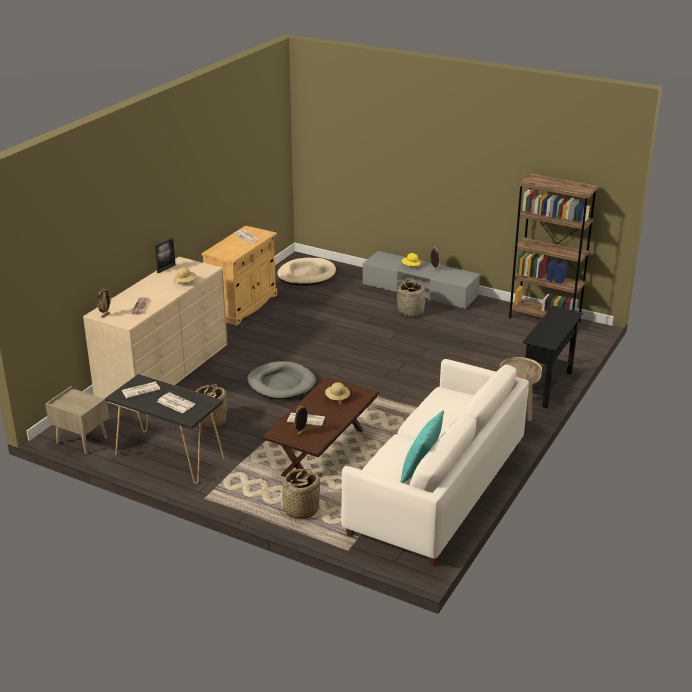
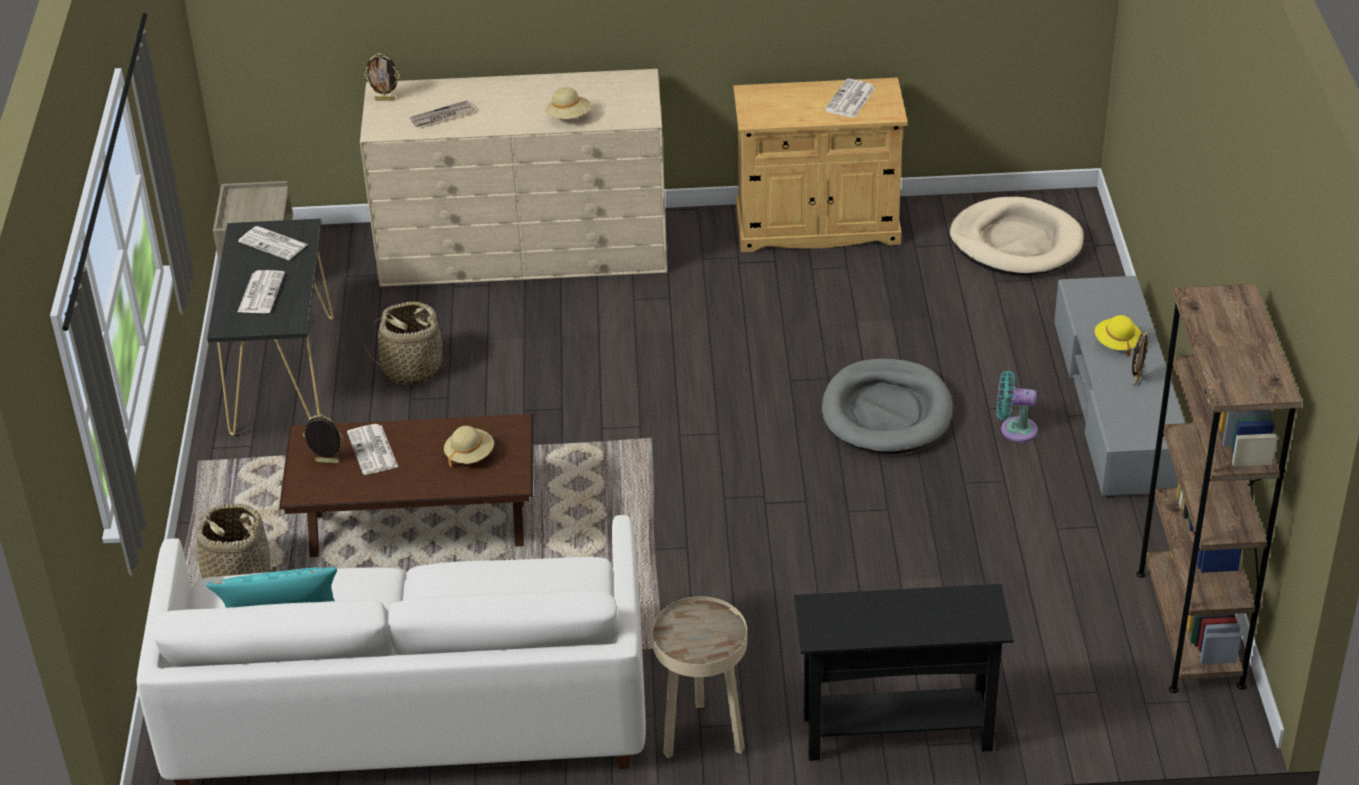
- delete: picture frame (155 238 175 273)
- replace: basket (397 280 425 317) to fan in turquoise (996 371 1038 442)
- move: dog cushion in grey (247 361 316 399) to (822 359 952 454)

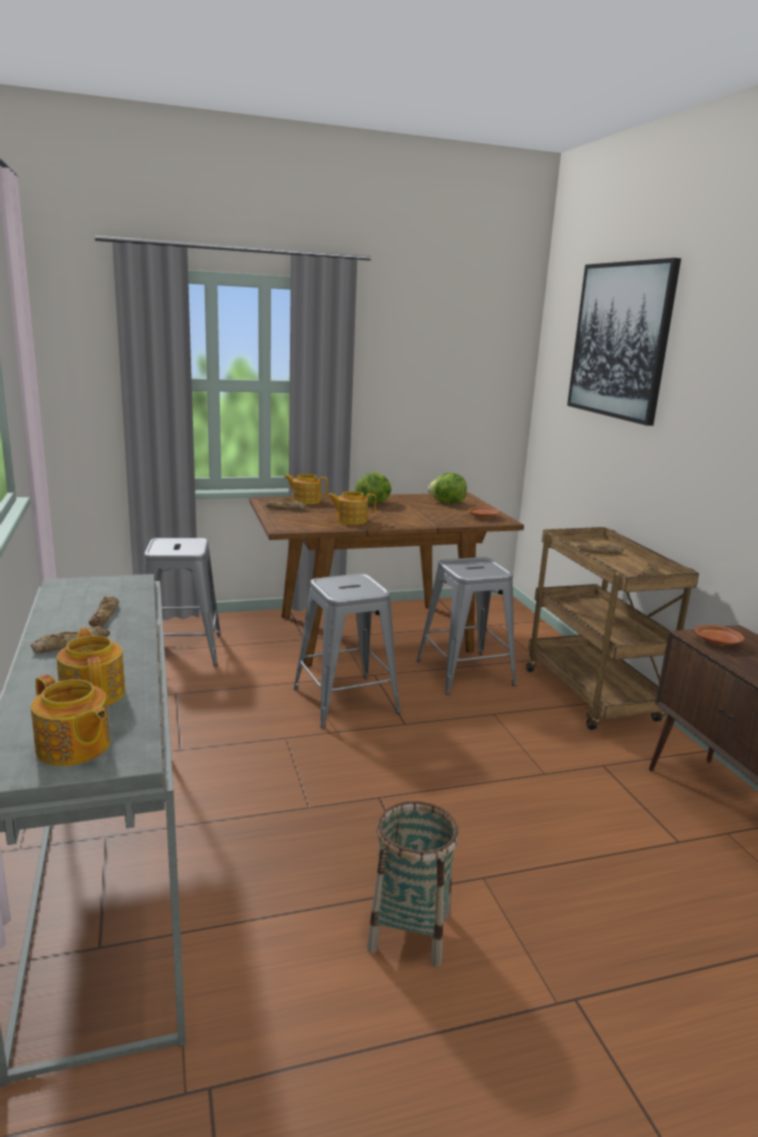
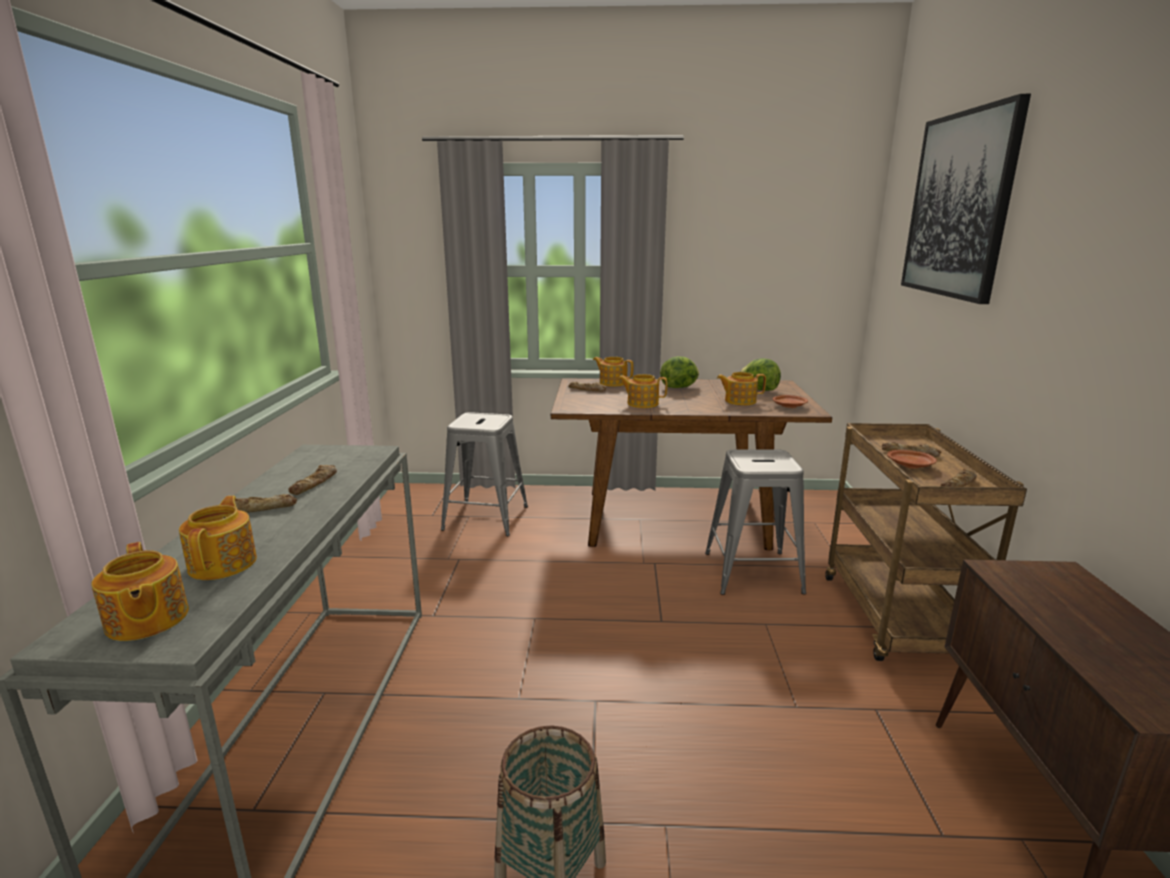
- delete: stool seat in grey (293 574 400 728)
- move: flat dish in brown-coloured (695 625 744 646) to (887 450 937 468)
- insert: pot for tea (717 372 766 405)

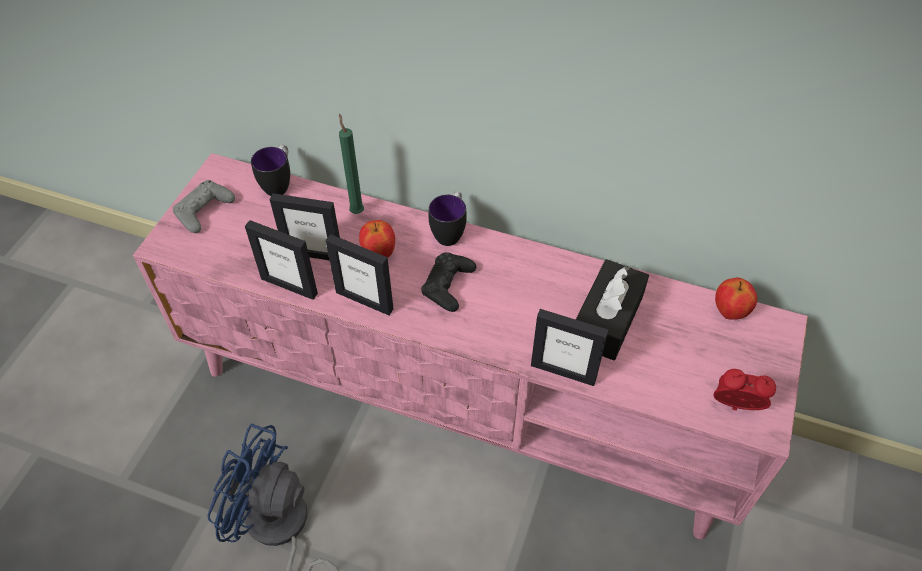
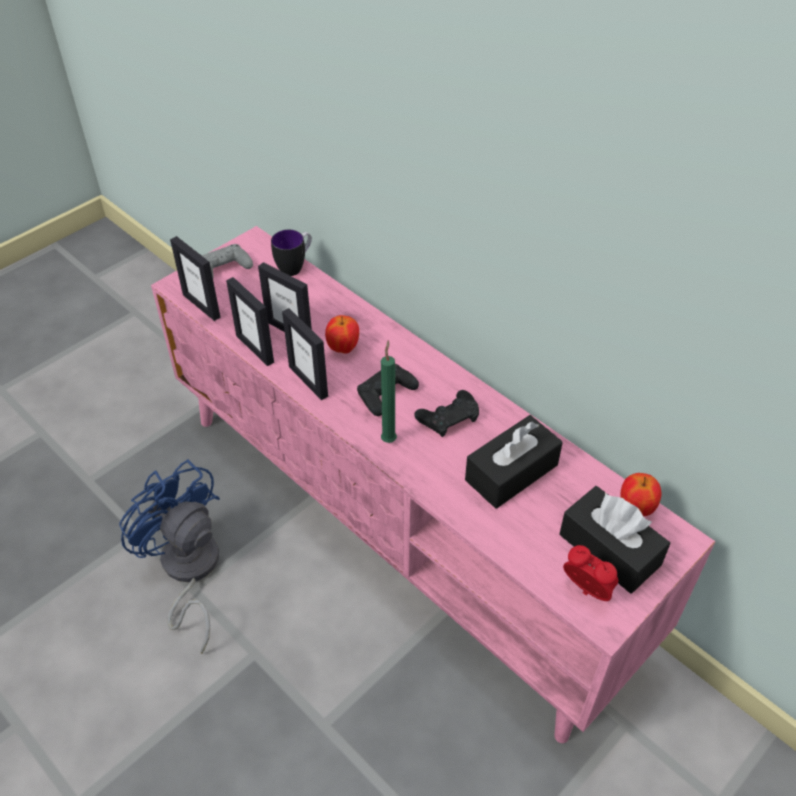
- move: candle in green (339 114 364 214) to (381 340 397 443)
- delete: coffee mug (428 192 467 246)
- move: picture frame (531 309 608 386) to (170 236 220 321)
- insert: gamepad in blackish (414 390 479 437)
- insert: tissue holder in blackish (559 486 670 593)

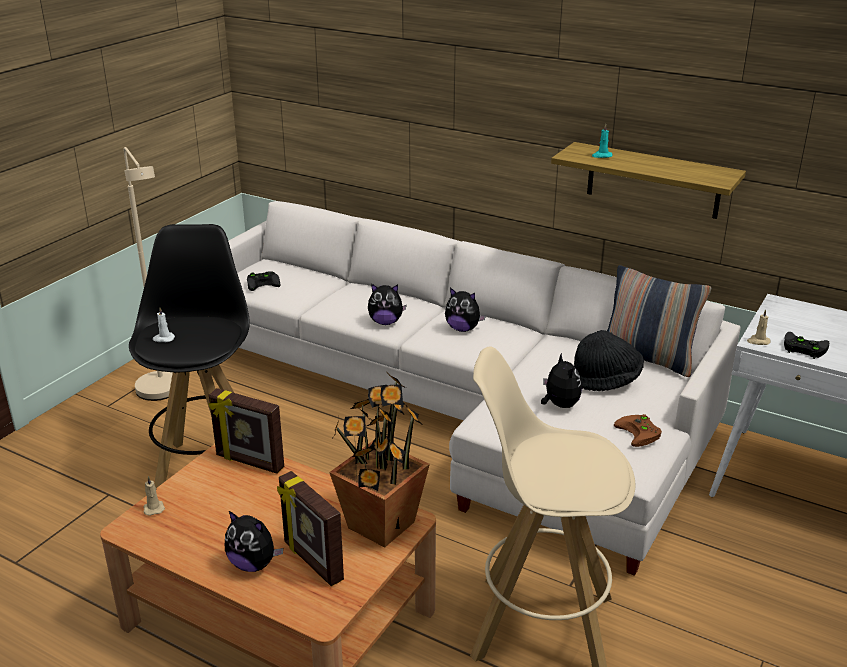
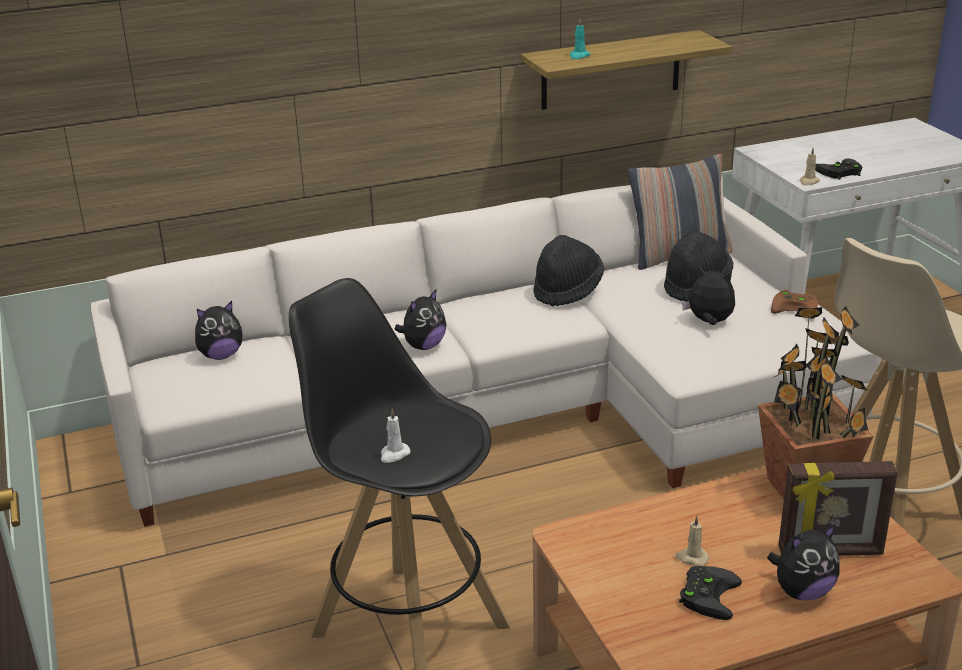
- delete: standing lamp in sand-coloured (124 147 173 401)
- move: gamepad in blackish (247 271 281 291) to (679 566 742 620)
- move: cuddly toy (445 288 486 332) to (195 301 242 360)
- delete: picture frame (208 388 284 474)
- move: candle in sand-coloured (143 476 165 516) to (676 515 709 566)
- insert: clothing hat in blackish (533 235 604 307)

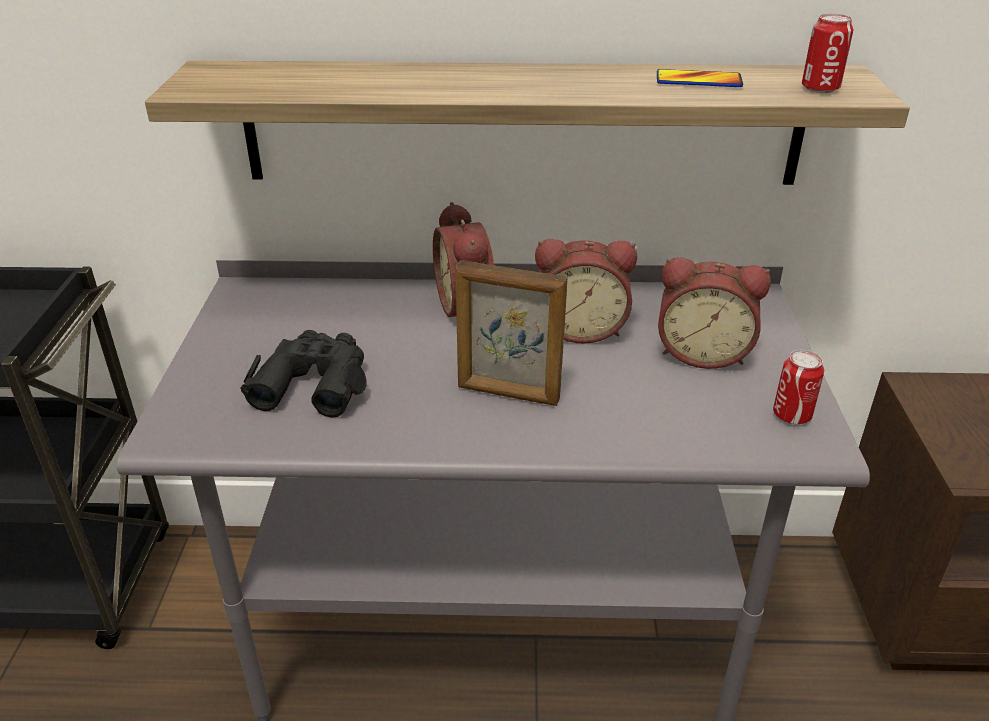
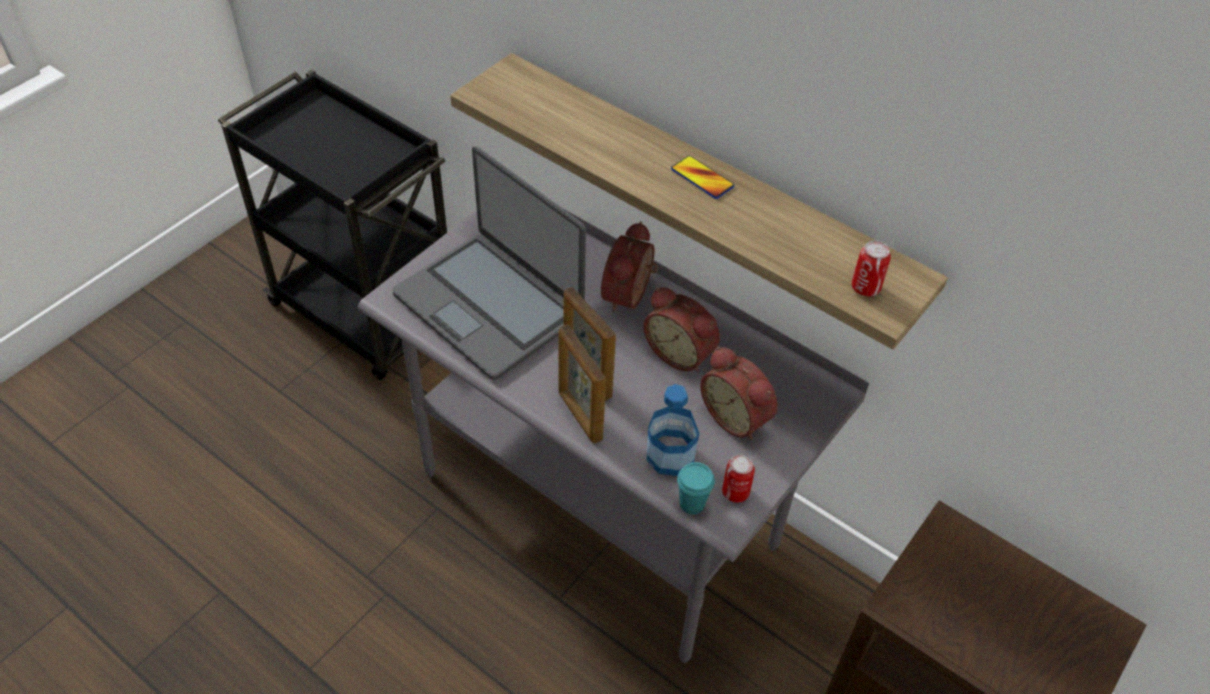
- move: phone (657 69 743 87) to (671 156 734 199)
- replace: binoculars in blackish (240 330 367 418) to portable computer (392 146 586 380)
- insert: picture frame (558 324 606 444)
- insert: beverage bottle (646 384 699 476)
- insert: cup in turquoise (677 462 715 514)

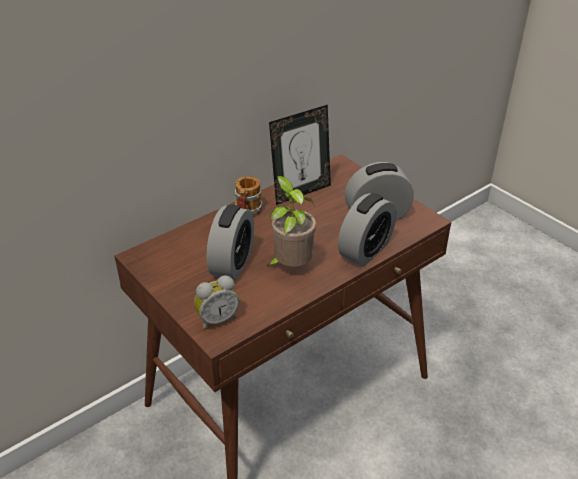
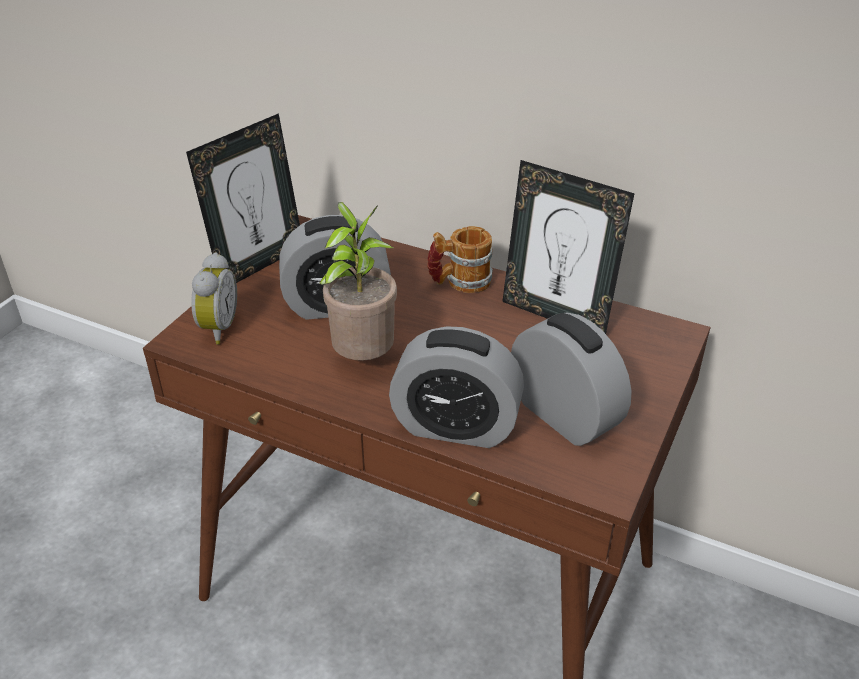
- rotate: table clock (194 276 239 330) = (191 252 237 345) 120 degrees counterclockwise
- insert: picture frame (186 113 300 283)

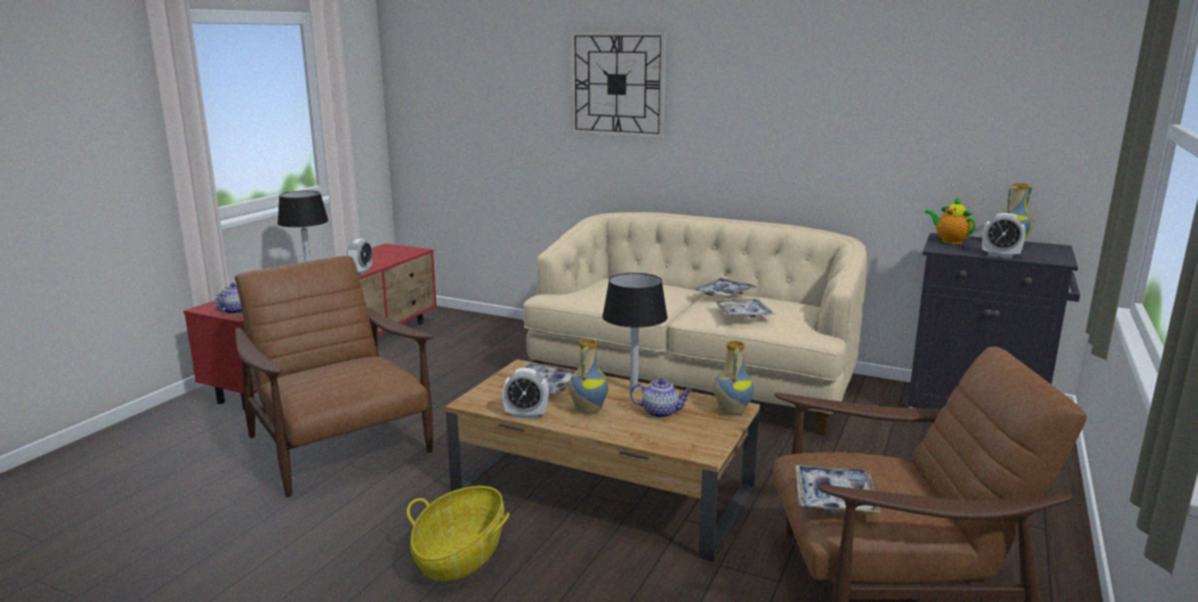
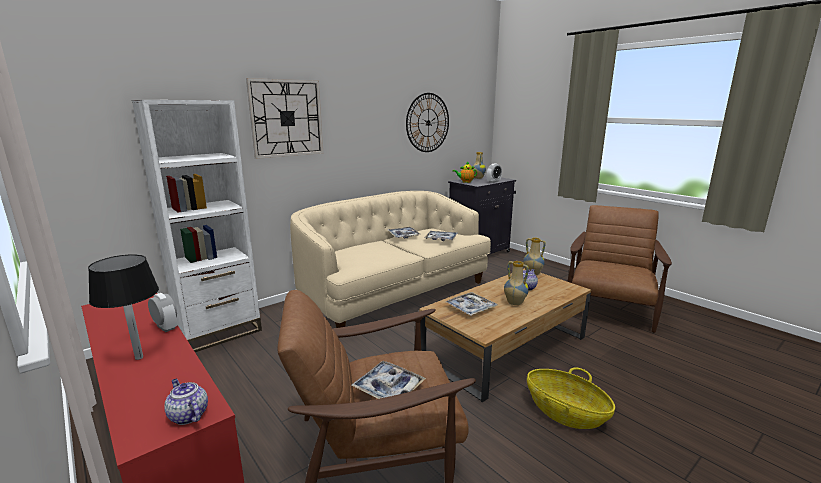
- delete: lamp for a table in blackish (602 273 668 392)
- delete: table clock (502 368 549 419)
- move: carrying tray (795 465 880 513) to (351 361 426 399)
- insert: clock on the wall (406 93 449 152)
- insert: bookshelf in white (132 100 262 352)

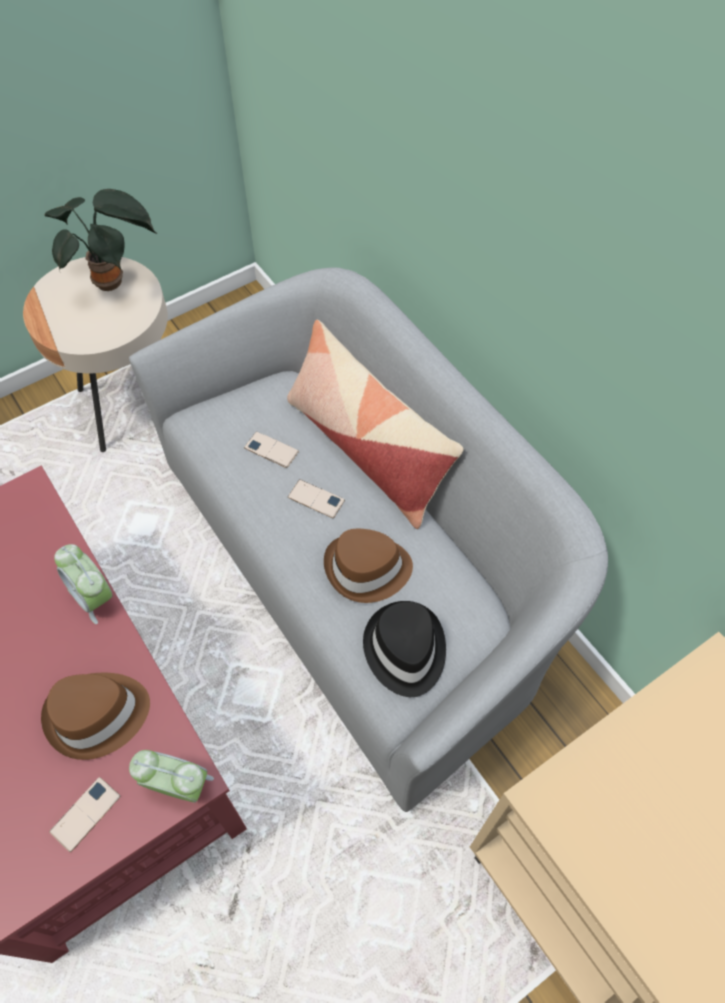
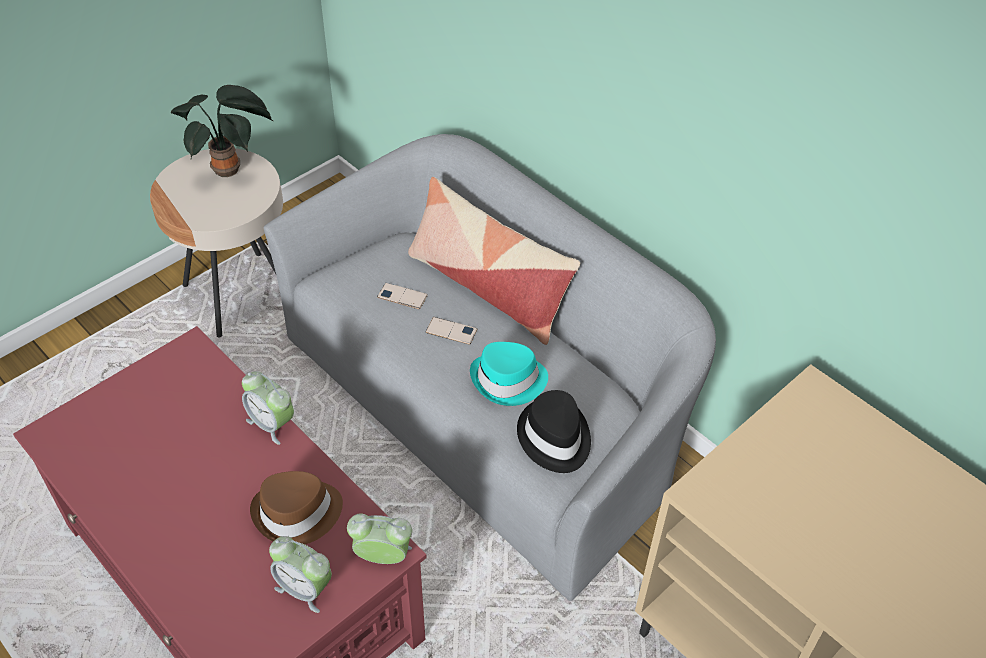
- recolor: clothing hat in brown-coloured (324 529 413 603) to clothing hat in turquoise (470 342 548 406)
- replace: phone (49 777 120 852) to table clock (269 536 332 613)

